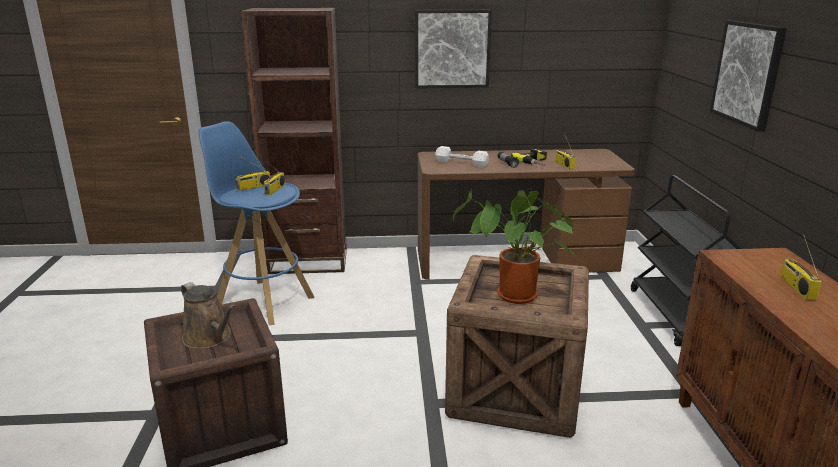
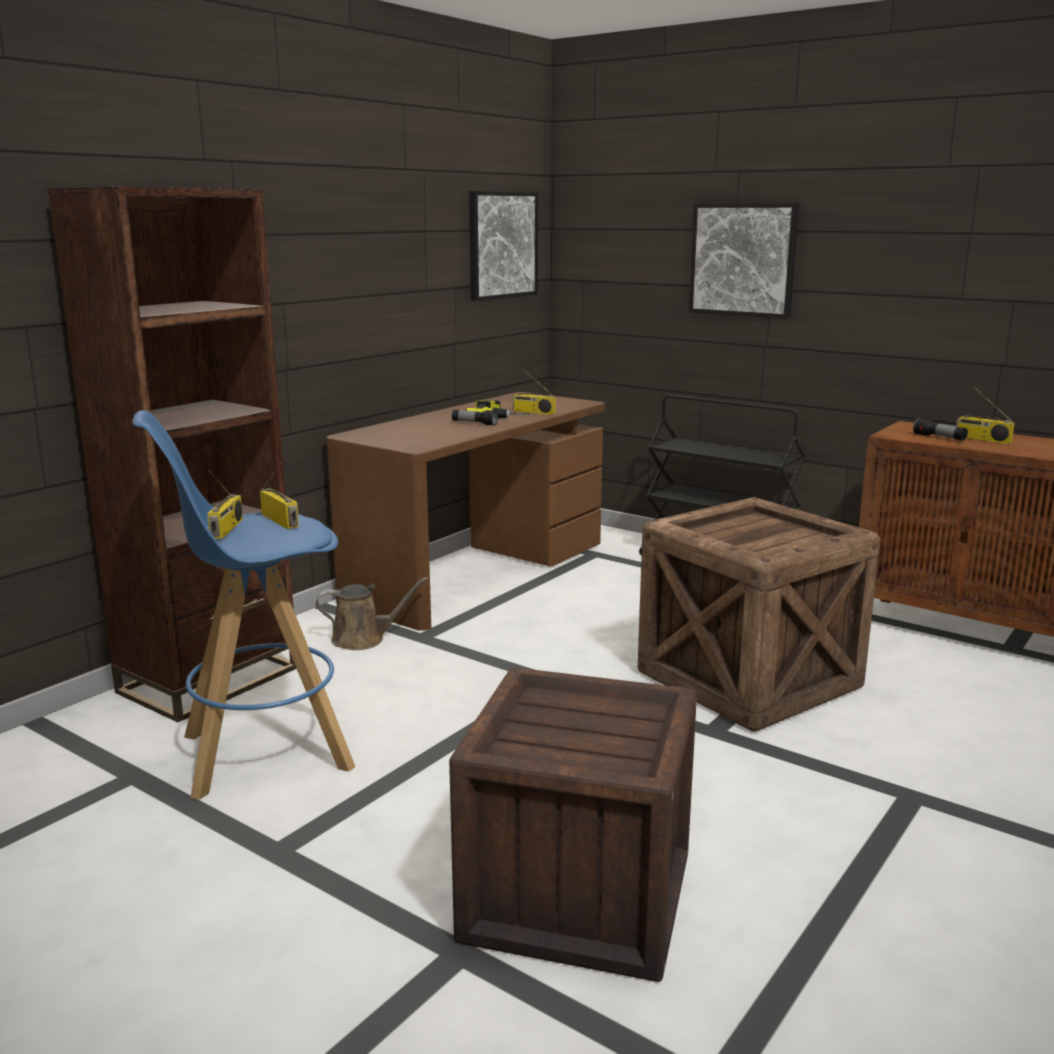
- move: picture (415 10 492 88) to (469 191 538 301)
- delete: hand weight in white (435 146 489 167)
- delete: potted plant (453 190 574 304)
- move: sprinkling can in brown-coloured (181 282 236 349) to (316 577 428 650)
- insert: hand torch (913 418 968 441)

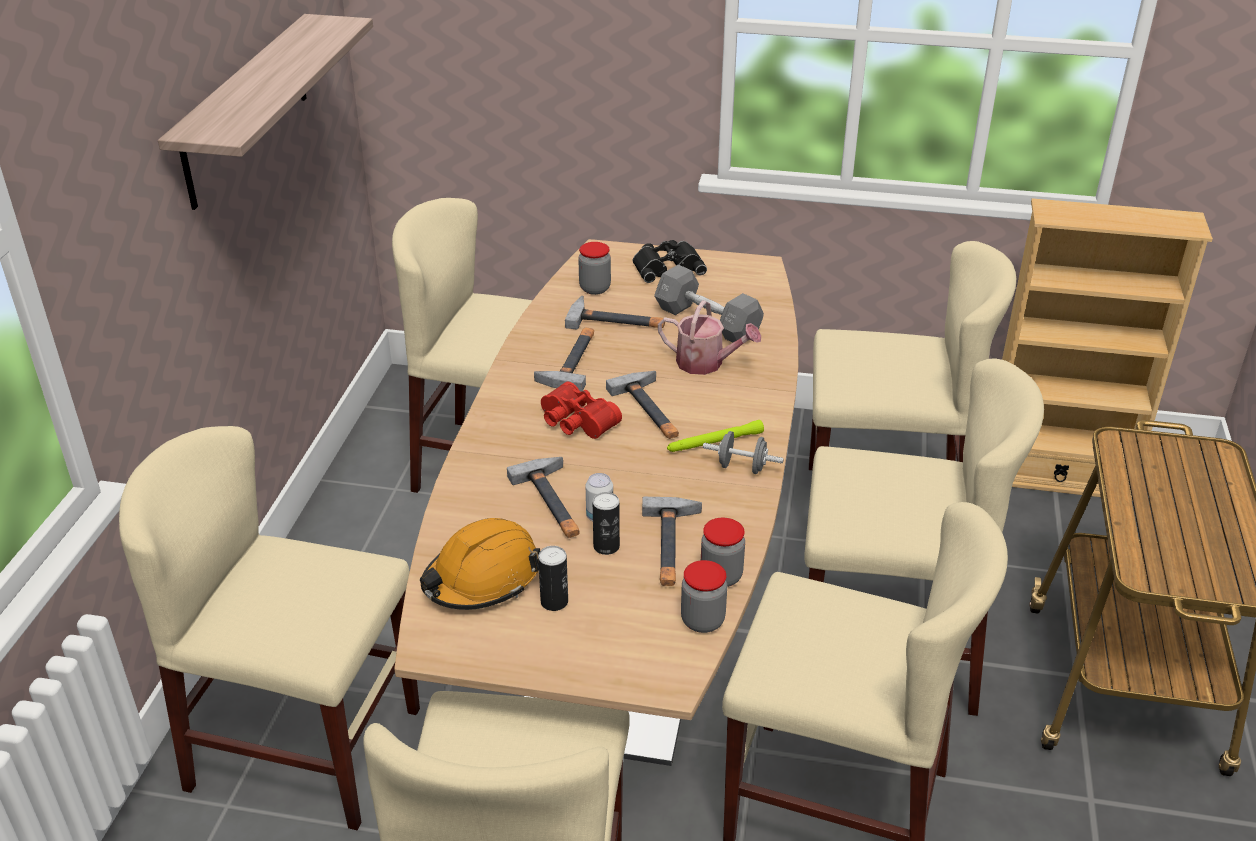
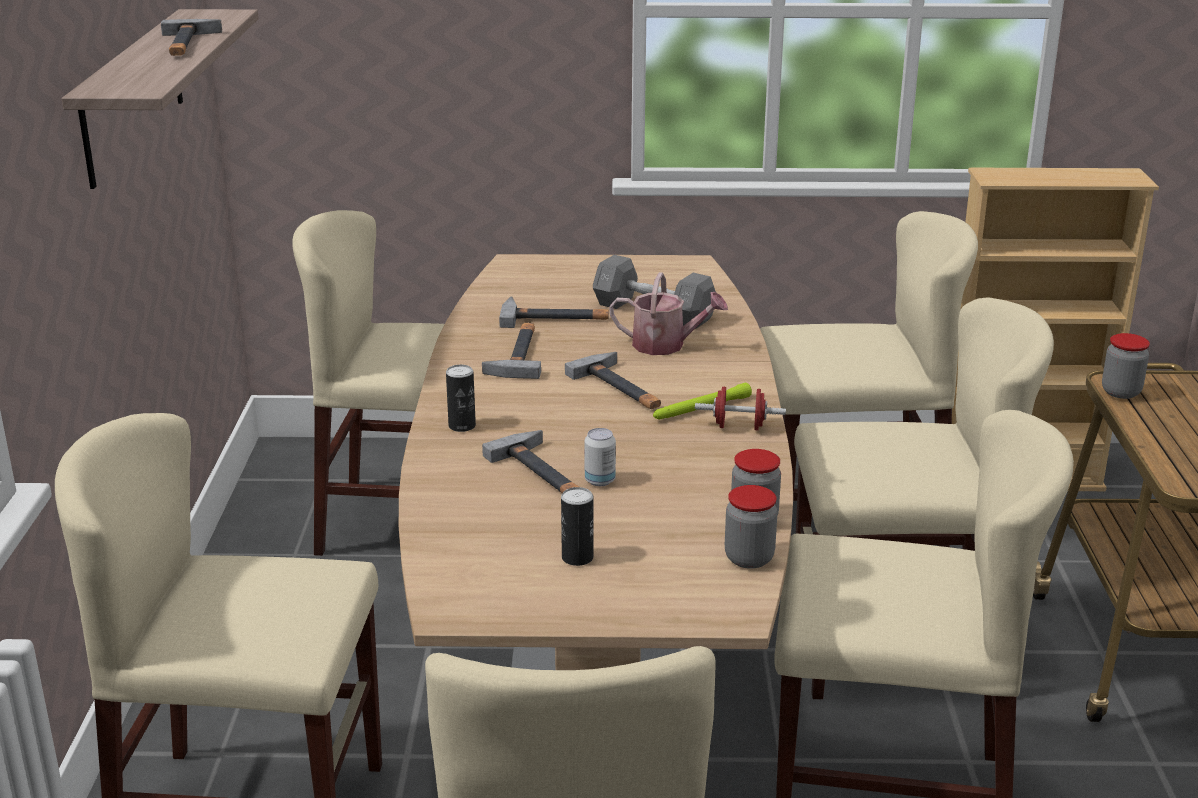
- delete: binoculars in blackish (633 240 707 283)
- move: jar (578 242 611 295) to (1102 333 1150 399)
- delete: binoculars in red-coloured (541 382 622 439)
- recolor: hand weight in grey (703 431 784 474) to hand weight in red-coloured (695 387 786 430)
- move: can (592 492 620 555) to (446 365 476 432)
- move: hand hammer (642 497 702 586) to (161 19 222 56)
- delete: hard hat in orange (420 518 540 610)

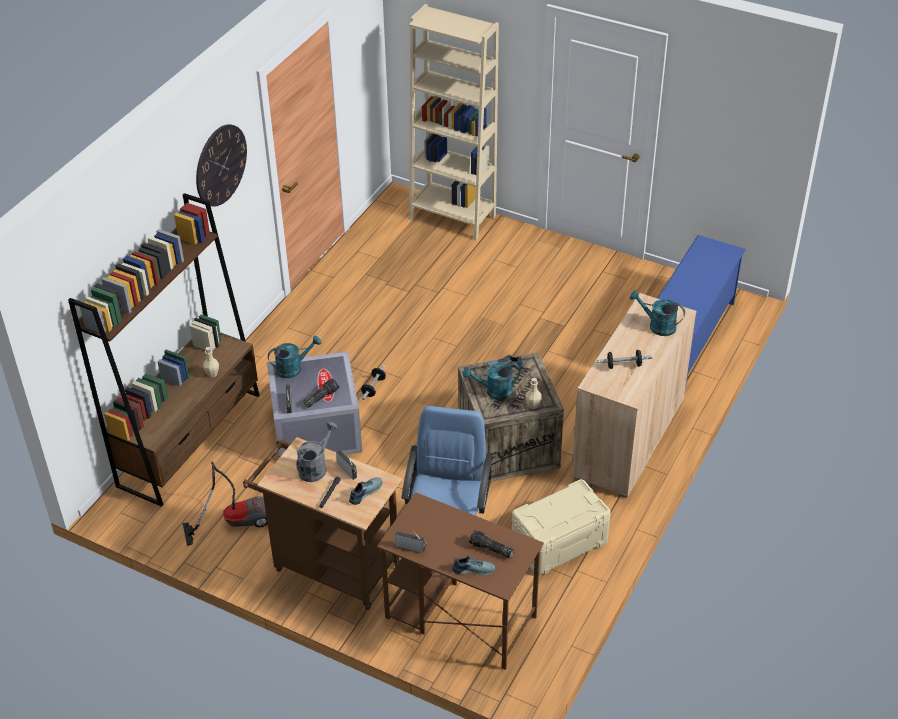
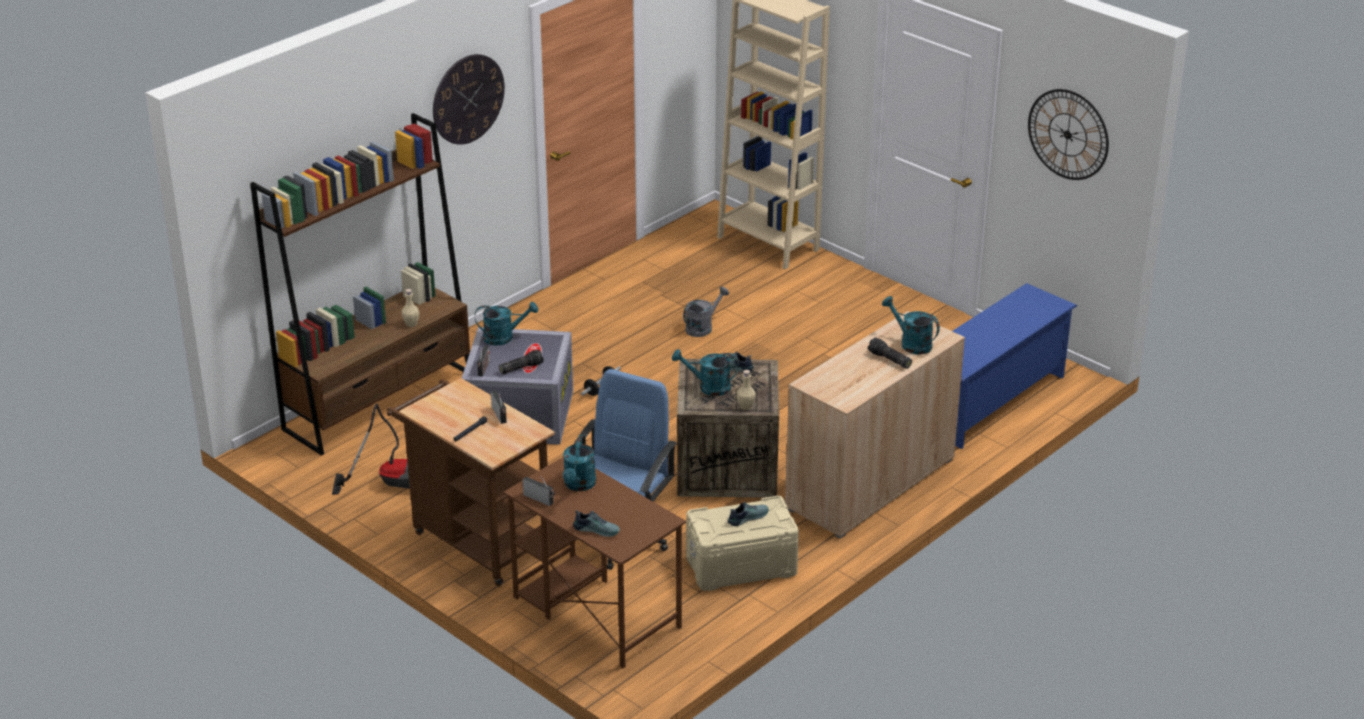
- delete: hand weight (597 350 653 369)
- move: sprinkling can in grey (296 422 338 482) to (683 286 729 337)
- move: item of footwear (349 477 383 505) to (728 502 769 526)
- move: hand torch (469 530 514 559) to (868 337 912 369)
- insert: clock on the wall (1028 89 1109 180)
- insert: sprinkling can in turquoise (563 435 596 491)

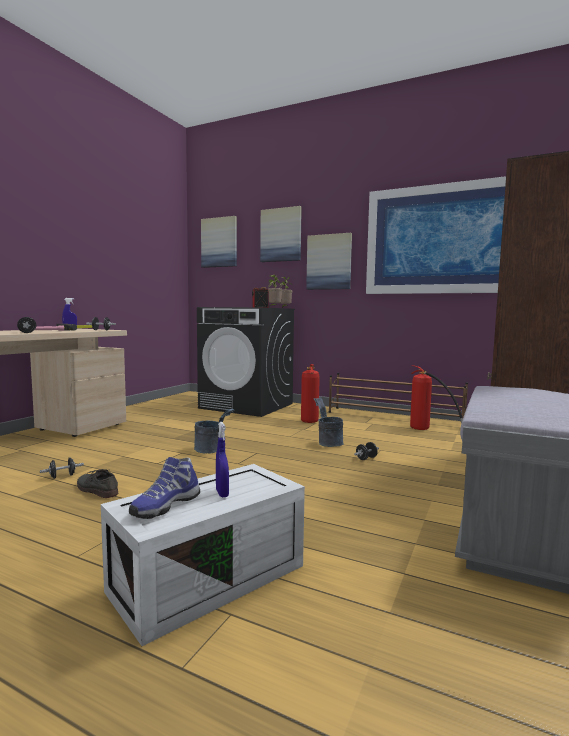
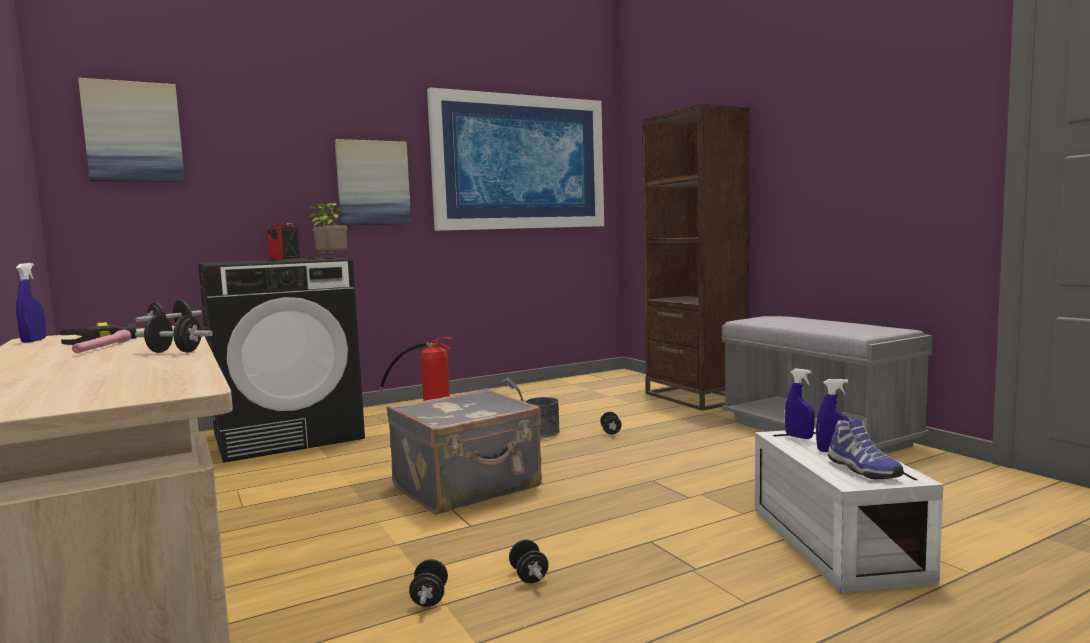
- delete: picture (260 206 302 262)
- delete: extinguisher (410 366 463 430)
- delete: shoe shelf in brown-coloured (329 373 468 417)
- replace: bucket in grey (194 409 235 453) to piece of luggage in grey (386 388 542 515)
- replace: item of footwear in grey (77 469 118 498) to hand weight in blackish (509 539 549 583)
- insert: hand sprayer in blue (785 368 815 439)

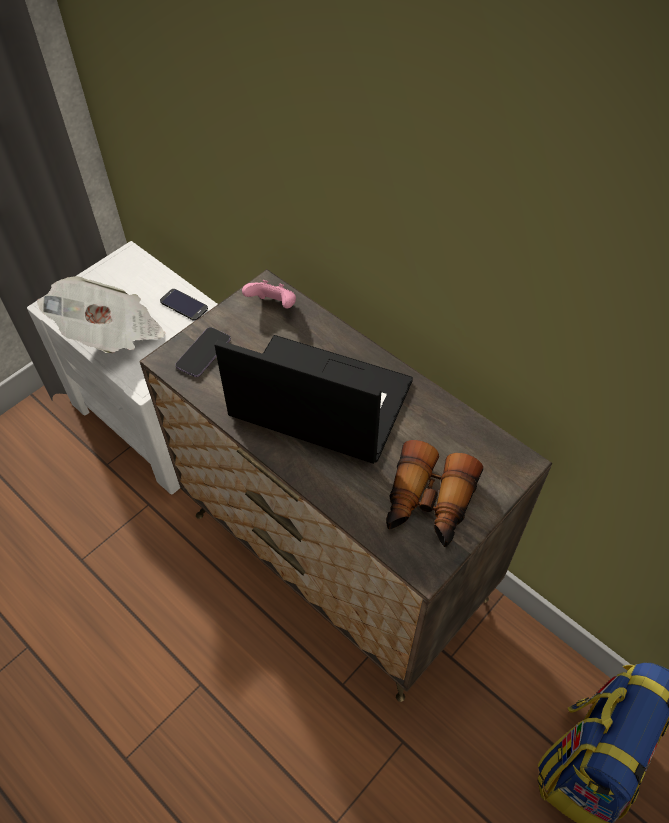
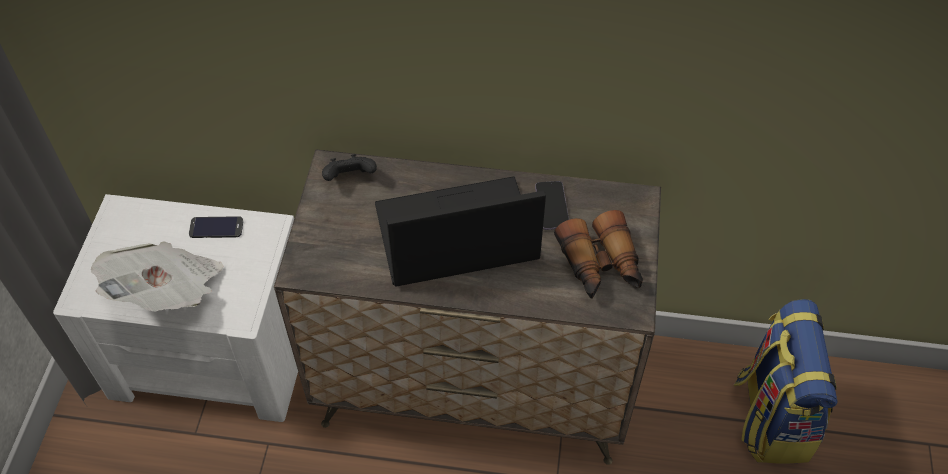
- recolor: gamepad in pink-coloured (242 280 296 308) to gamepad in blackish (322 154 377 181)
- move: phone (175 327 231 377) to (535 181 569 230)

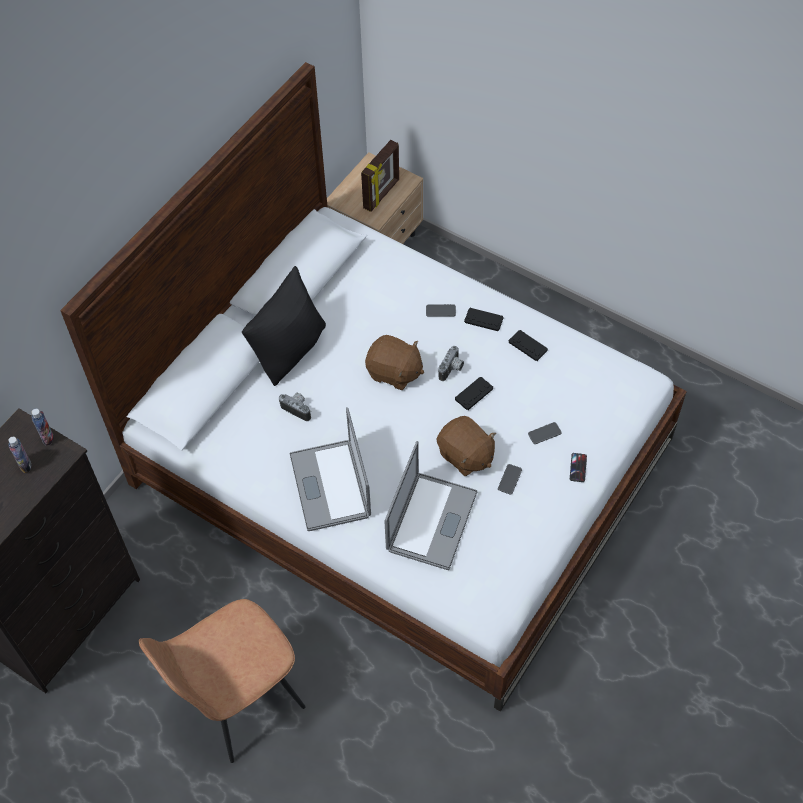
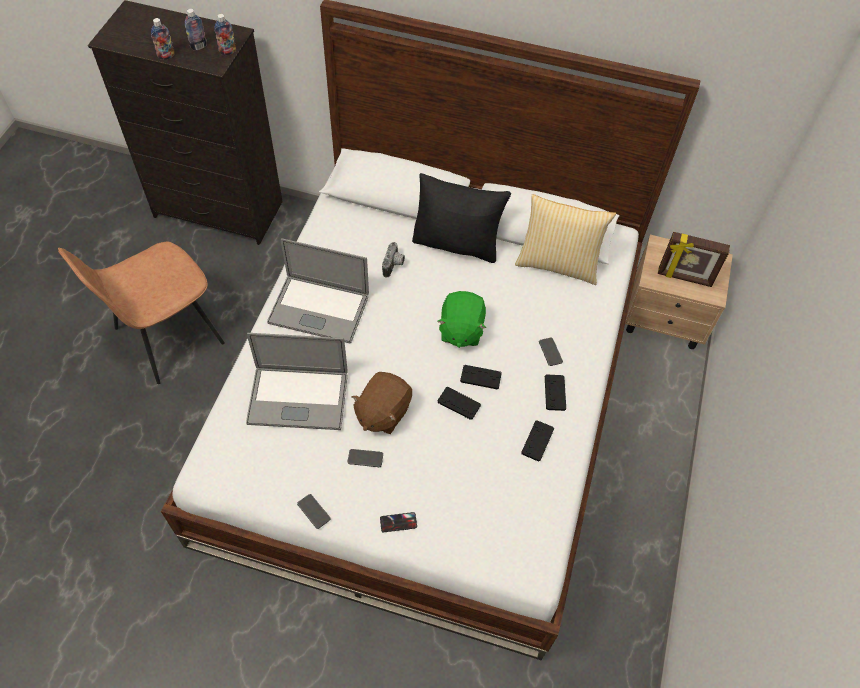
- recolor: cuddly toy in brown-coloured (365 335 424 390) to cuddly toy in green (437 291 486 348)
- replace: still camera (438 346 464 381) to gamepad in blackish (460 365 502 390)
- rotate: portable computer (290 407 371 531) = (267 238 369 343) 135 degrees counterclockwise
- move: phone (528 422 562 444) to (297 494 331 529)
- rotate: upright chair in brown-coloured (139 599 306 763) = (58 242 225 384) 75 degrees counterclockwise
- insert: beverage bottle (151 18 174 60)
- insert: pillow (515 194 616 285)

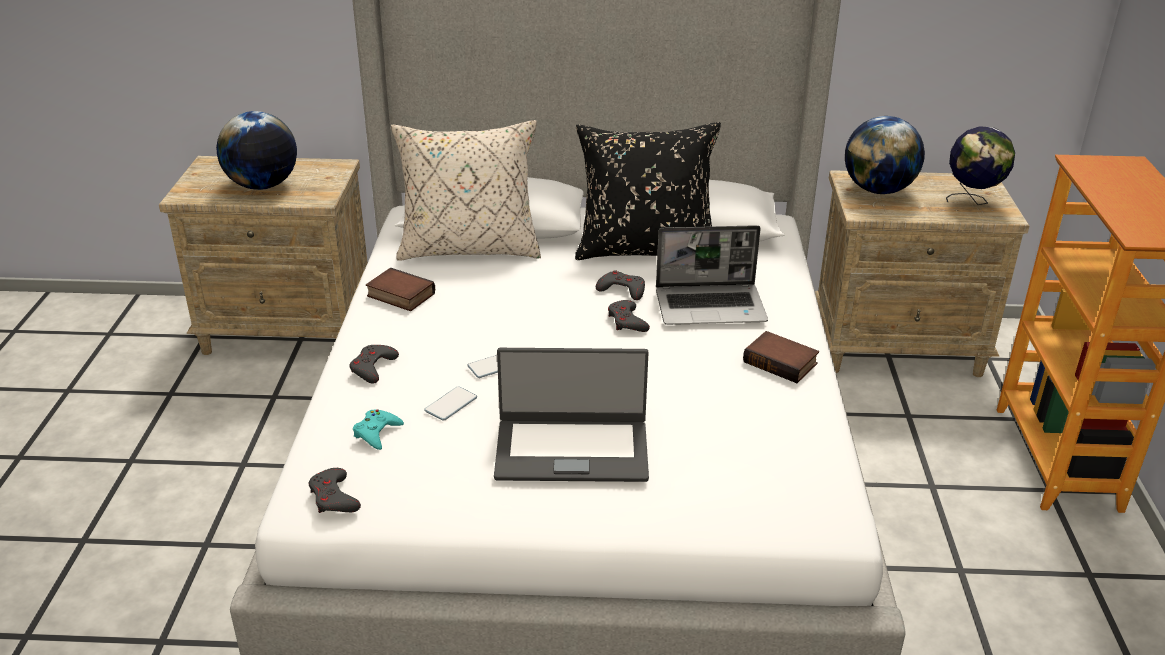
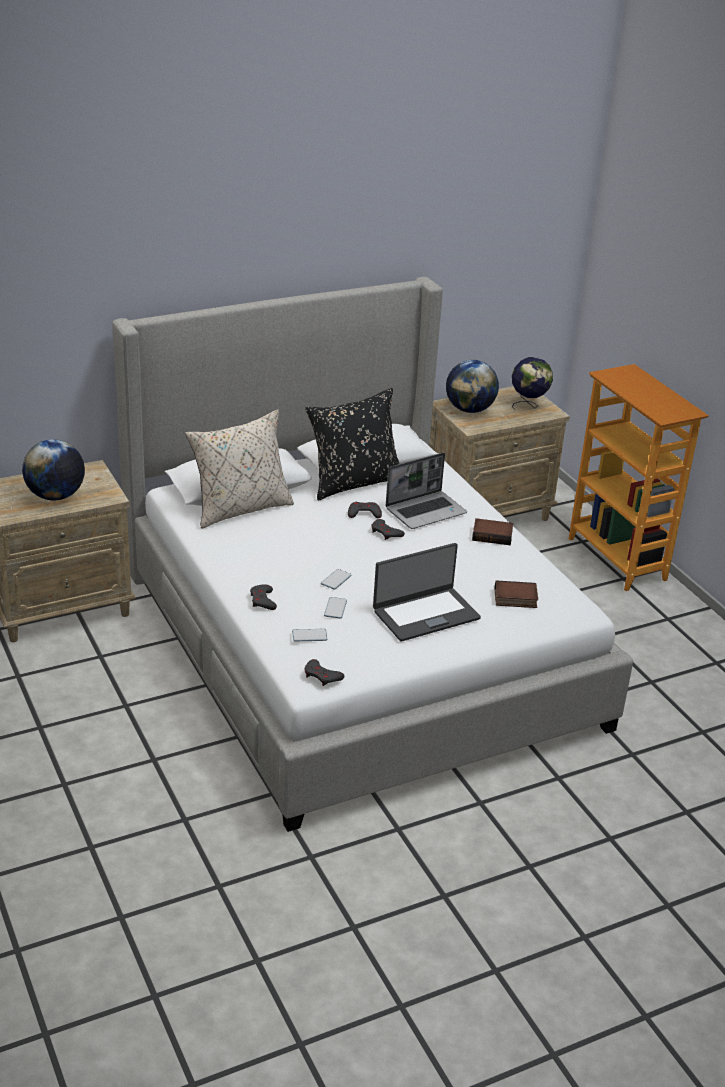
- move: bound book (366 268 435 311) to (495 580 538 608)
- replace: gamepad in turquoise (353 409 404 450) to phone (292 629 327 641)

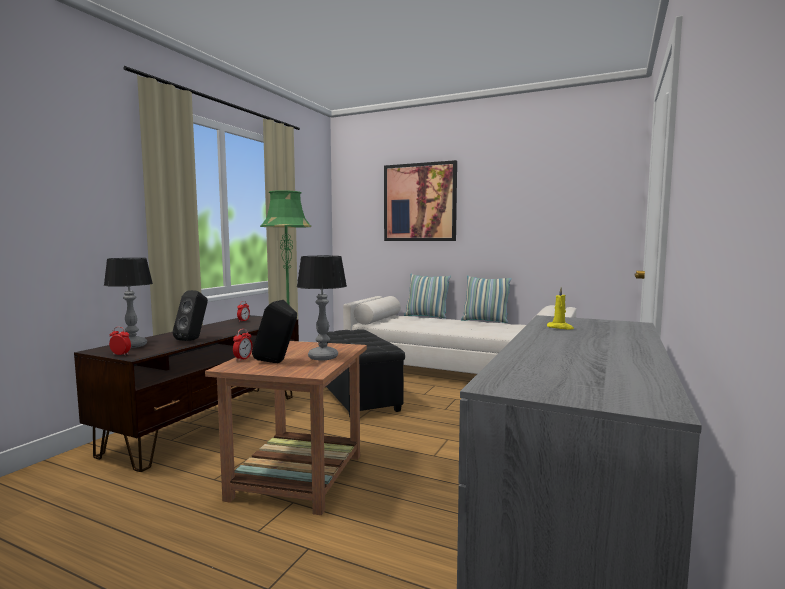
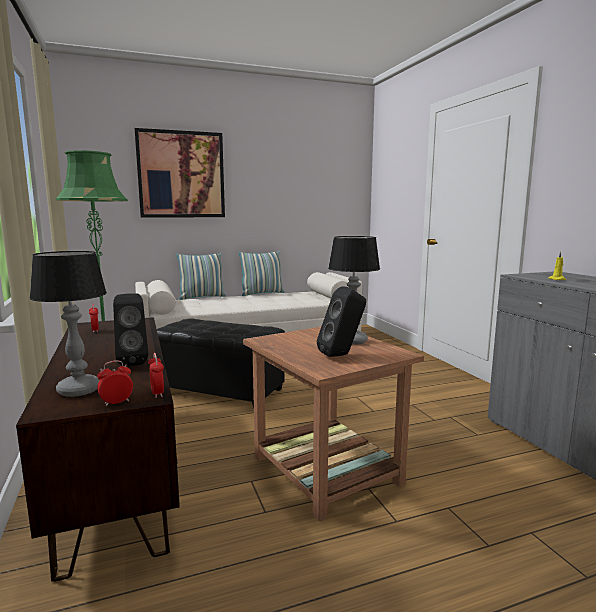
- move: table clock (233 329 253 361) to (148 353 164 398)

